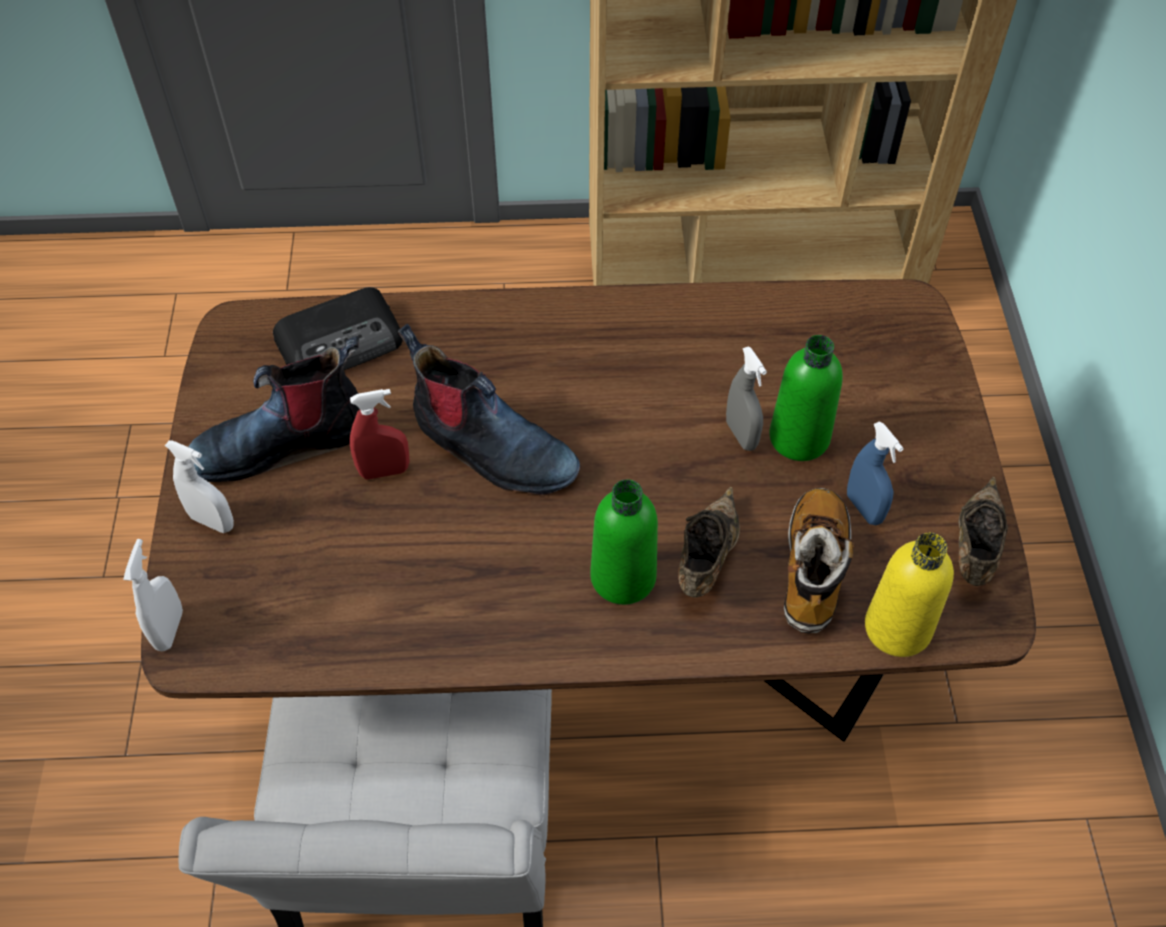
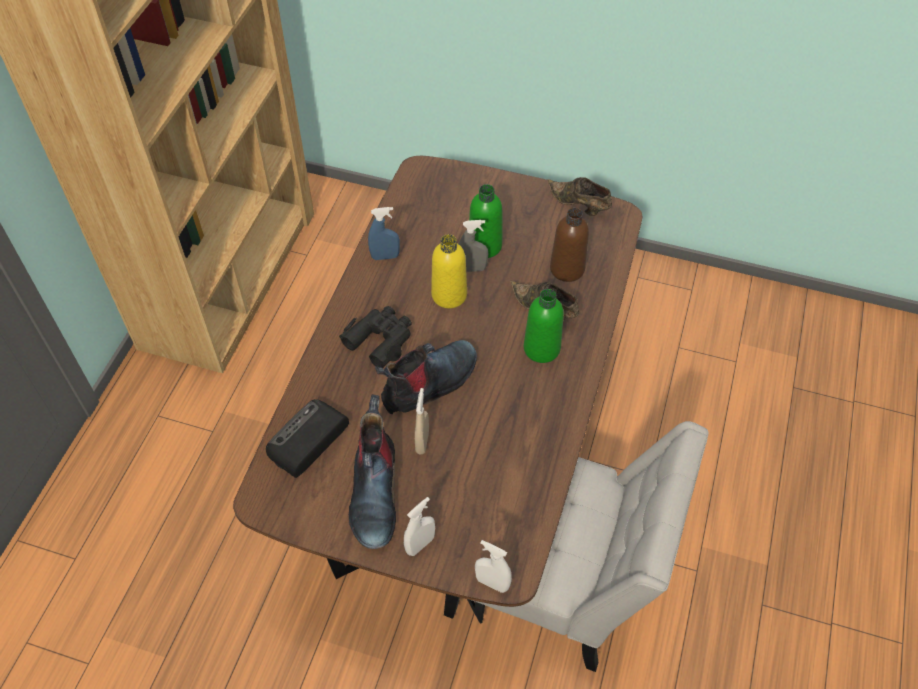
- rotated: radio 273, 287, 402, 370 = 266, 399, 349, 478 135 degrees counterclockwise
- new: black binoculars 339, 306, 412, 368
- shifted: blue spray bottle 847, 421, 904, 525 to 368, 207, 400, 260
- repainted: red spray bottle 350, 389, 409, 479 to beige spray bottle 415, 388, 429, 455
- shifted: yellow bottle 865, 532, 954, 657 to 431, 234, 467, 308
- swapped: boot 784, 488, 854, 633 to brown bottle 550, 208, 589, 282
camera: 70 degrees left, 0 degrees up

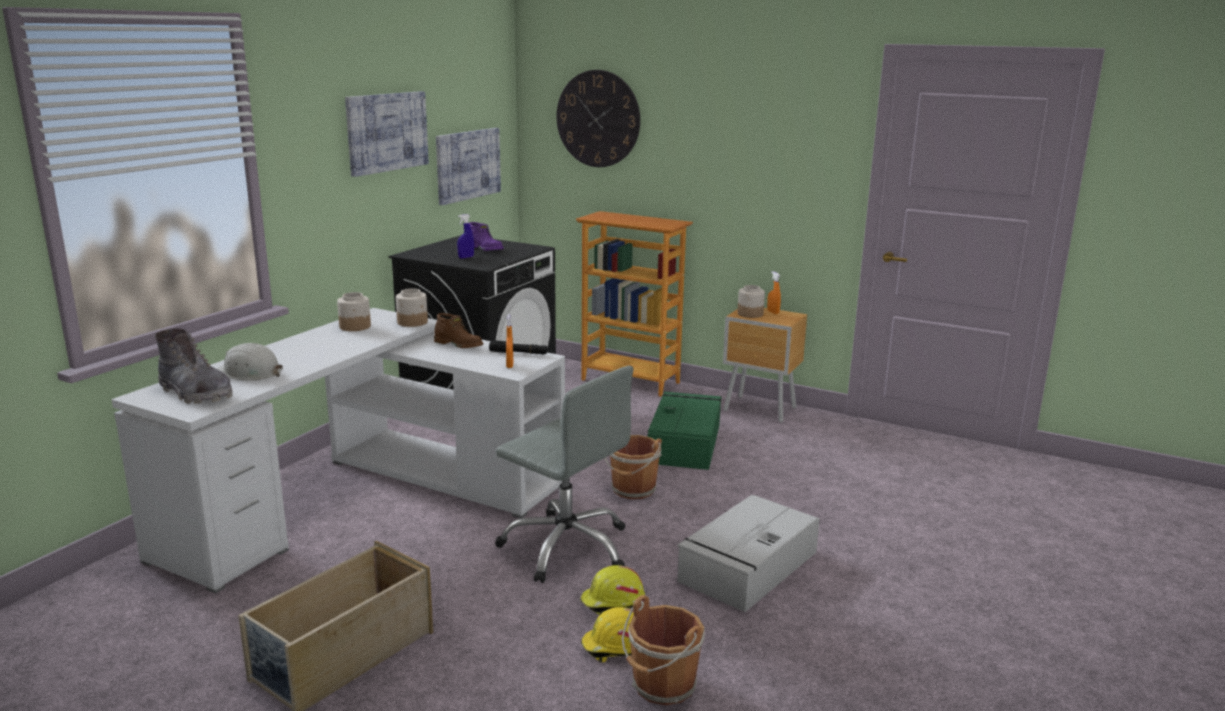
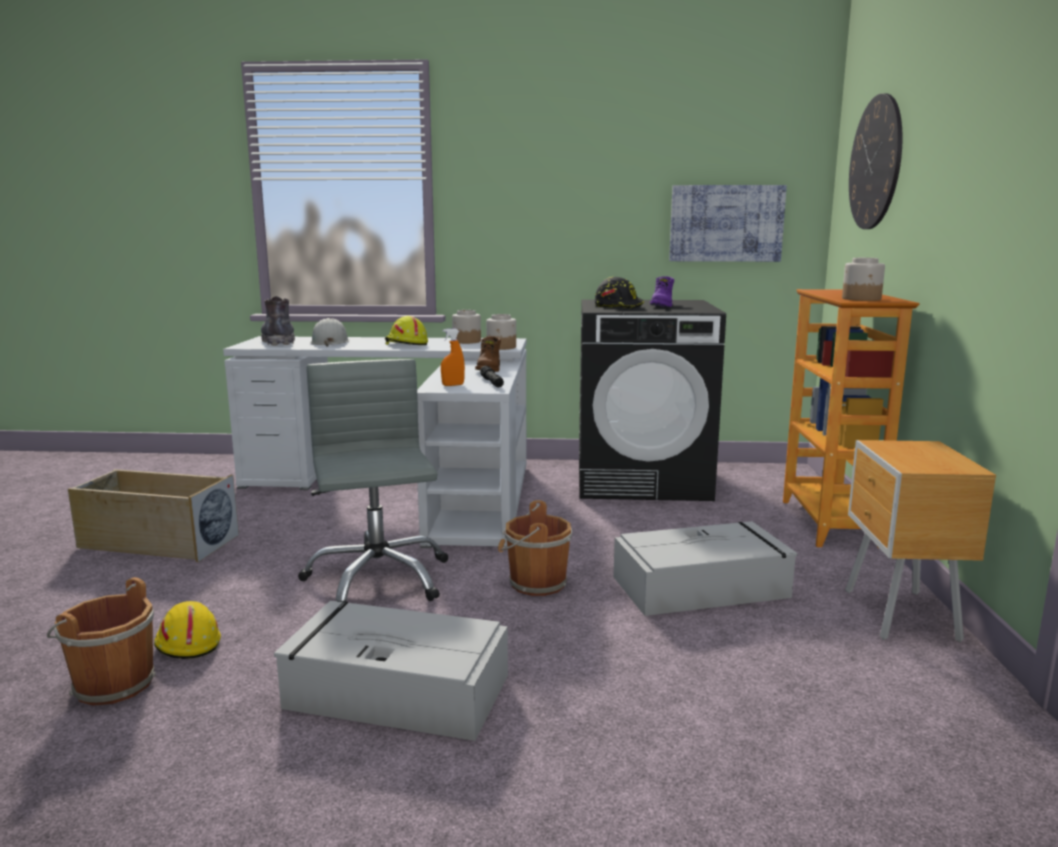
- rotated: grey boot 155, 328, 233, 404 = 261, 296, 295, 346 150 degrees clockwise
- rotated: grey office chair 495, 366, 633, 583 = 298, 359, 448, 602 150 degrees clockwise
- shifted: yellow hard hat 580, 565, 645, 615 to 385, 316, 428, 345
- swapped: blue spray bottle 457, 214, 474, 259 to black hard hat 595, 277, 644, 309
- repainted: green storage box 648, 392, 722, 470 to grey storage box 613, 521, 797, 616
- shifted: jar 737, 285, 765, 318 to 842, 258, 885, 301
- gone: picture 345, 91, 429, 177
- gone: orange spray bottle 767, 271, 781, 314
camera: 65 degrees right, 5 degrees down

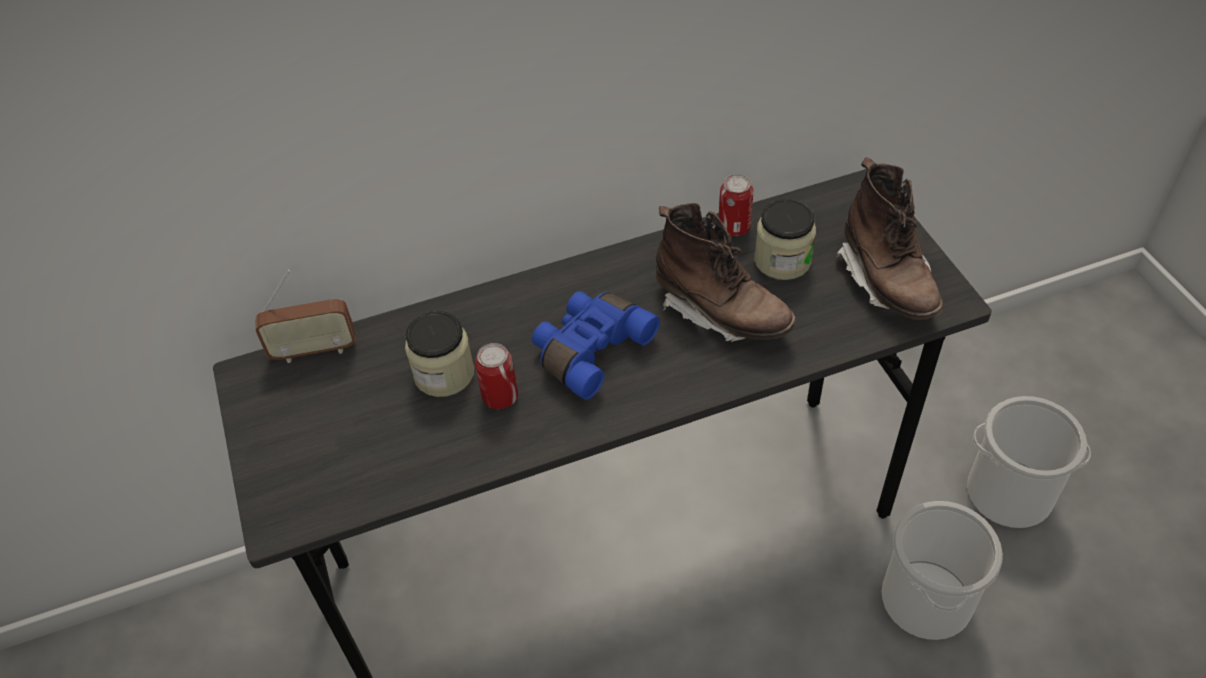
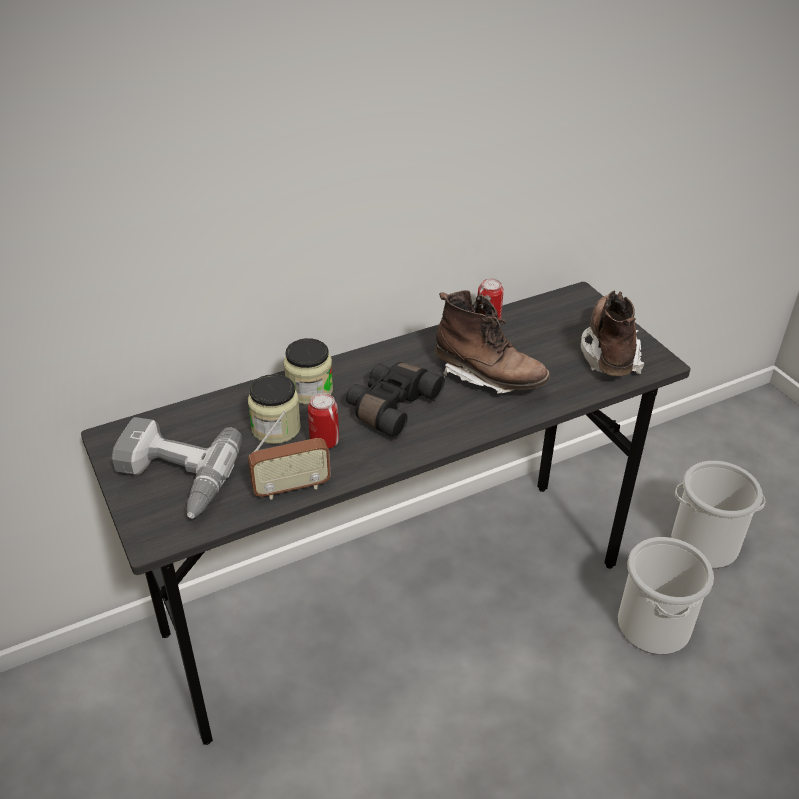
- new: power drill 112, 417, 242, 518
- shifted: radio 256, 270, 355, 363 to 248, 411, 331, 499
- shifted: jar 754, 199, 816, 280 to 283, 338, 333, 405
- repainted: blue binoculars 532, 291, 660, 400 to black binoculars 346, 362, 445, 438
- rotated: brown boot 836, 157, 943, 320 = 581, 291, 644, 376 150 degrees counterclockwise
camera: 10 degrees left, 10 degrees down

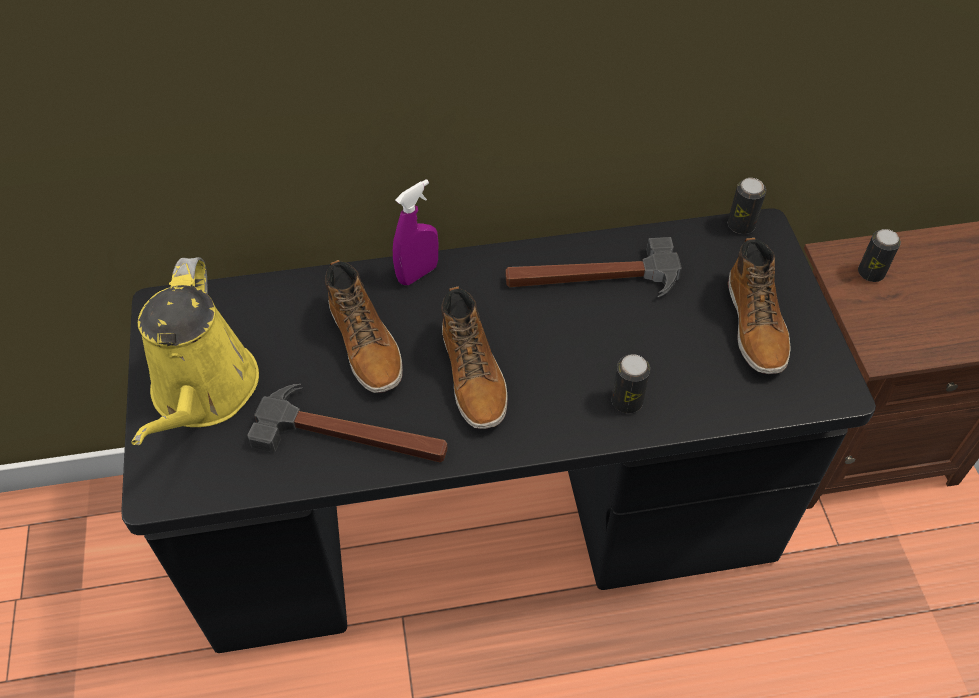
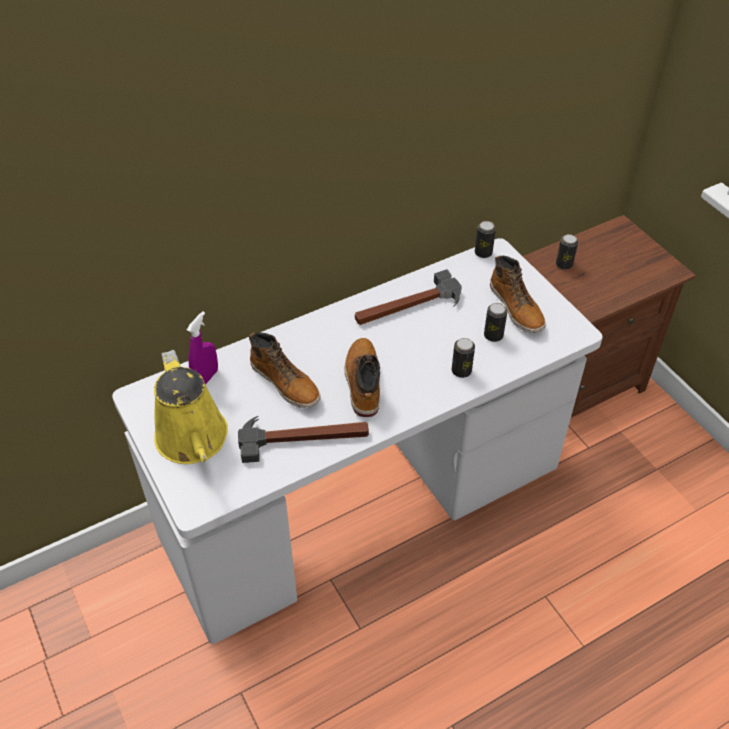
- repainted: black desk 121, 208, 876, 653 to white desk 112, 238, 603, 644
- shifted: purple spray bottle 393, 179, 438, 285 to 187, 311, 218, 385
- rotated: boot 441, 286, 508, 429 = 344, 338, 380, 417 150 degrees counterclockwise
- new: can 484, 303, 508, 342
camera: 20 degrees left, 5 degrees down

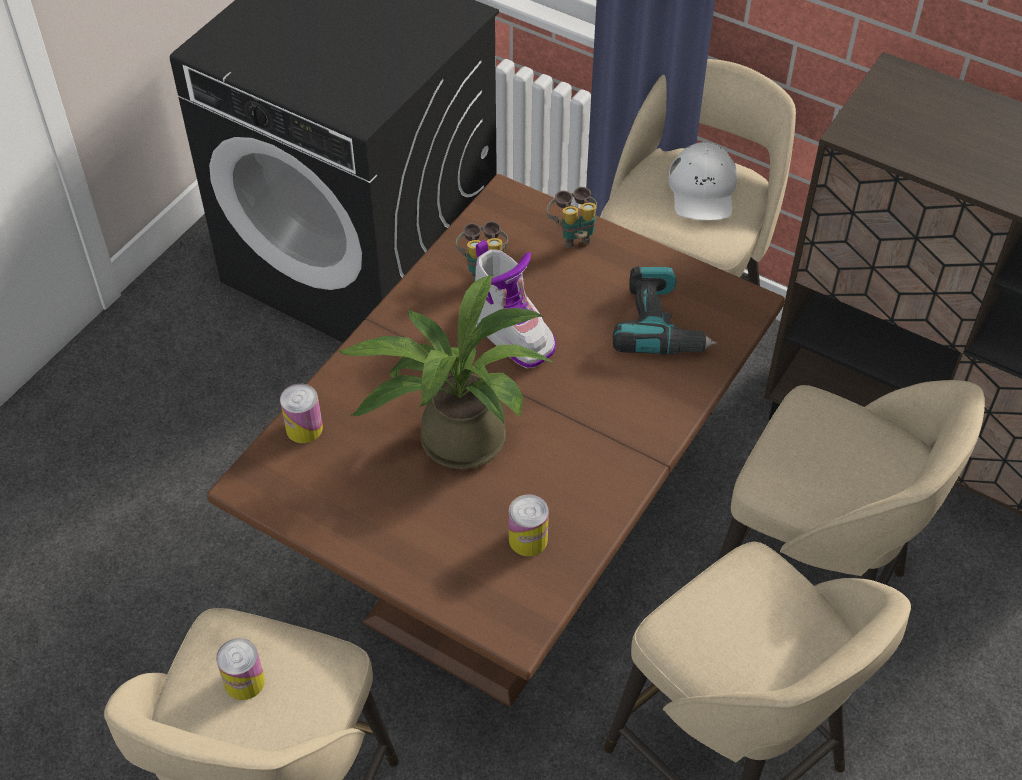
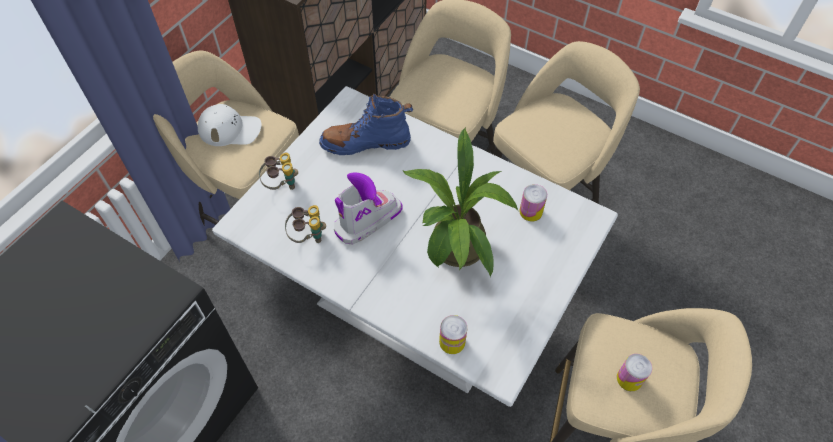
- repainted: brown dining table 207, 174, 785, 707 to white dining table 212, 86, 618, 407
- swapped: power drill 613, 266, 717, 355 to blue boot 319, 93, 413, 155
camera: 90 degrees left, 5 degrees up

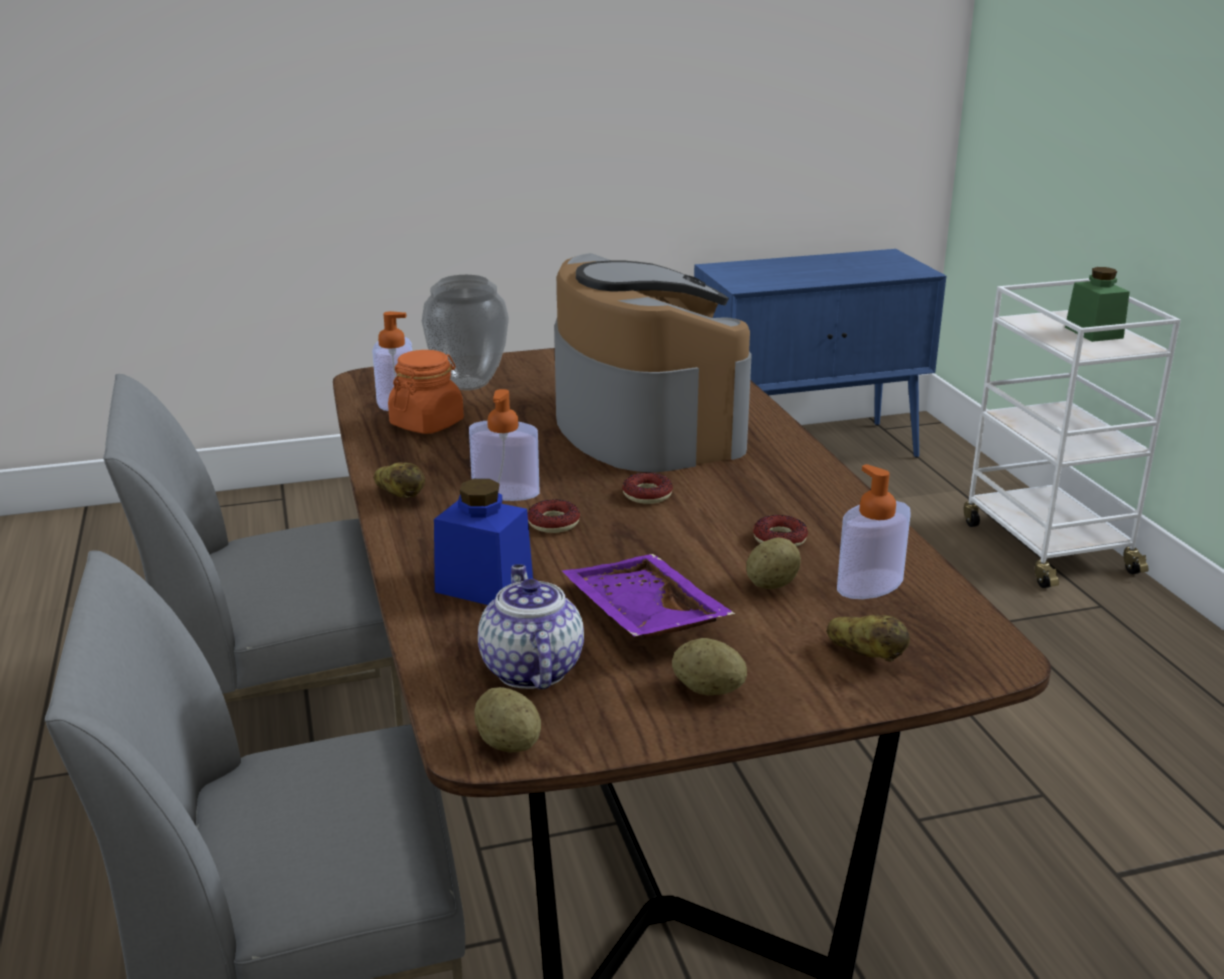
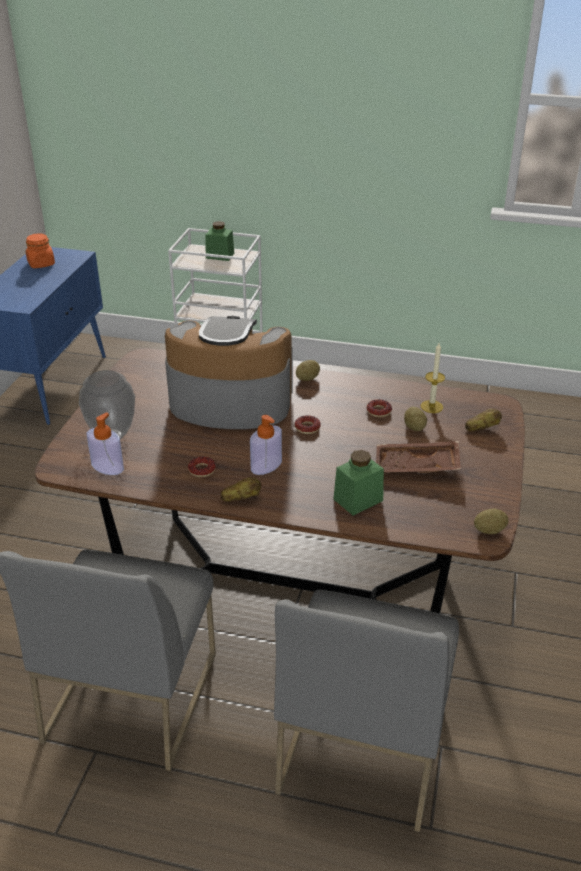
- shifted: orange jar 388, 350, 464, 434 to 26, 234, 55, 268
- shifted: donut 528, 499, 580, 533 to 188, 457, 216, 477
- shifted: potato 672, 638, 747, 695 to 296, 360, 320, 381
- repainted: blue jar 434, 479, 533, 605 to green jar 333, 450, 384, 515
- repainted: purple tray 562, 554, 735, 638 to brown tray 376, 441, 461, 473
- swapped: soap dispenser 837, 464, 911, 599 to candle 421, 343, 445, 413
- gone: teapot 478, 564, 584, 689
camera: 60 degrees left, 10 degrees up

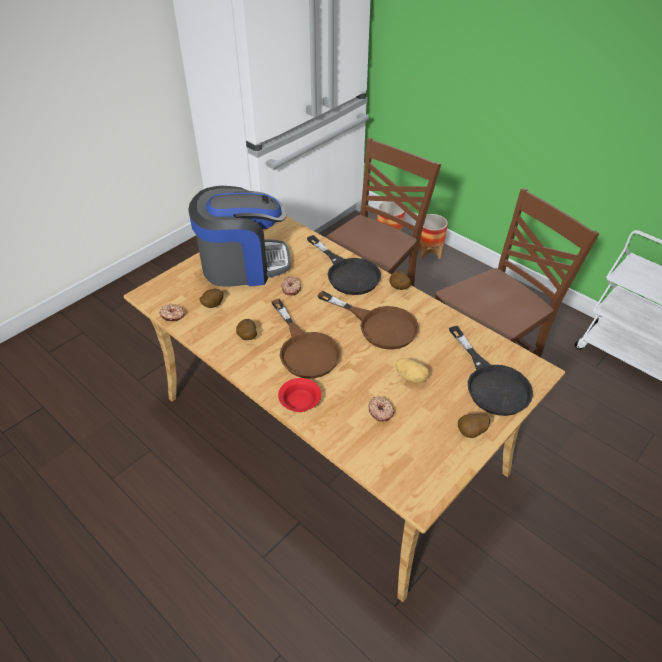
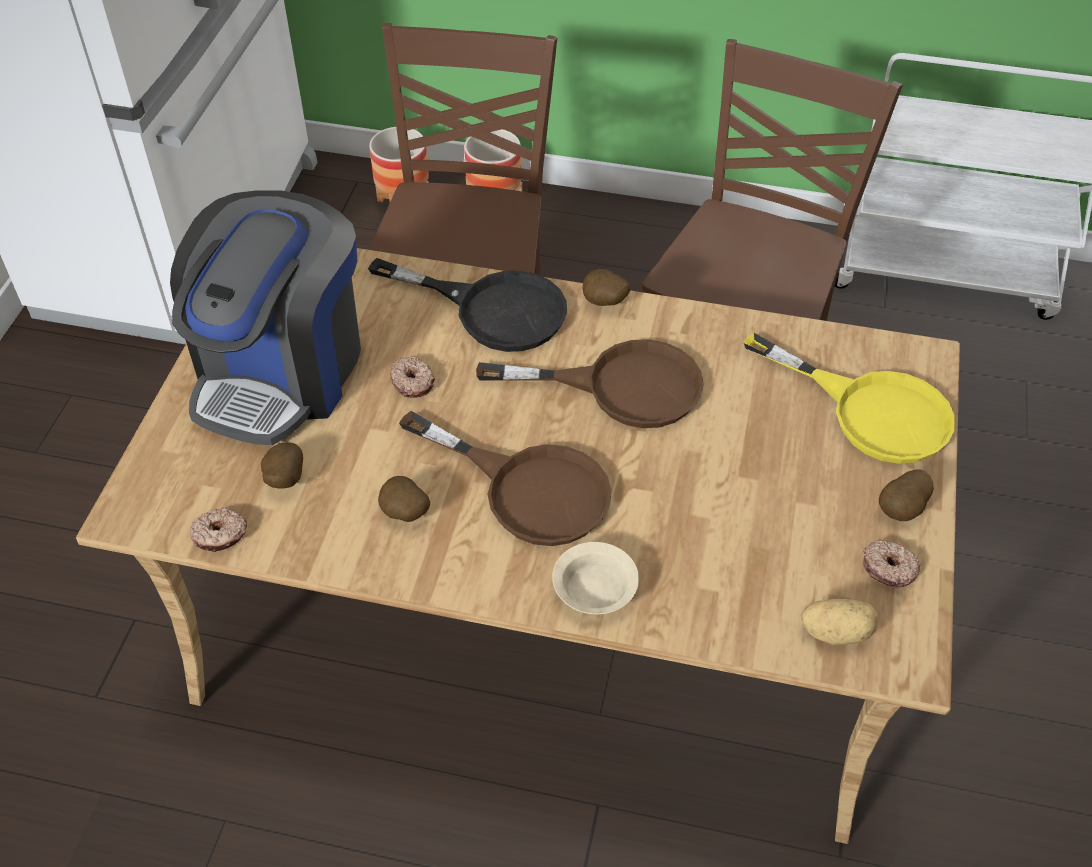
- rotated: coffee machine 188, 186, 291, 287 = 170, 190, 361, 445 150 degrees clockwise
- repainted: red bowl 278, 378, 321, 412 to beige bowl 552, 542, 639, 614
- repainted: black frying pan 449, 326, 533, 416 to yellow frying pan 744, 333, 955, 464
- shifted: potato 396, 358, 429, 383 to 801, 599, 878, 645
- shifted: donut 369, 397, 395, 422 to 863, 540, 922, 588
camera: 30 degrees left, 5 degrees up

